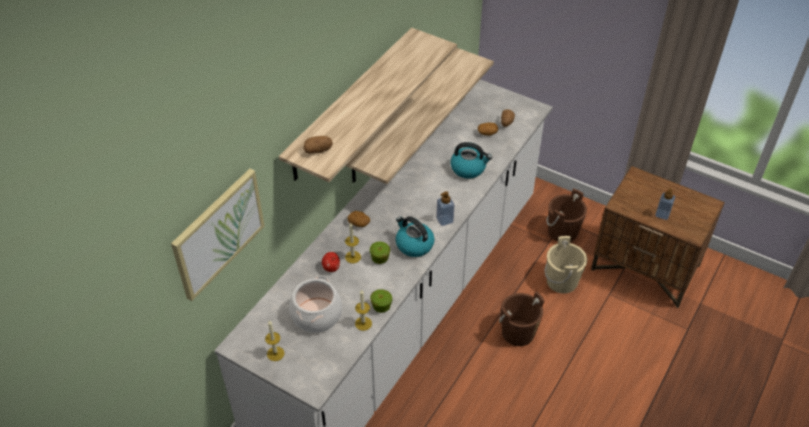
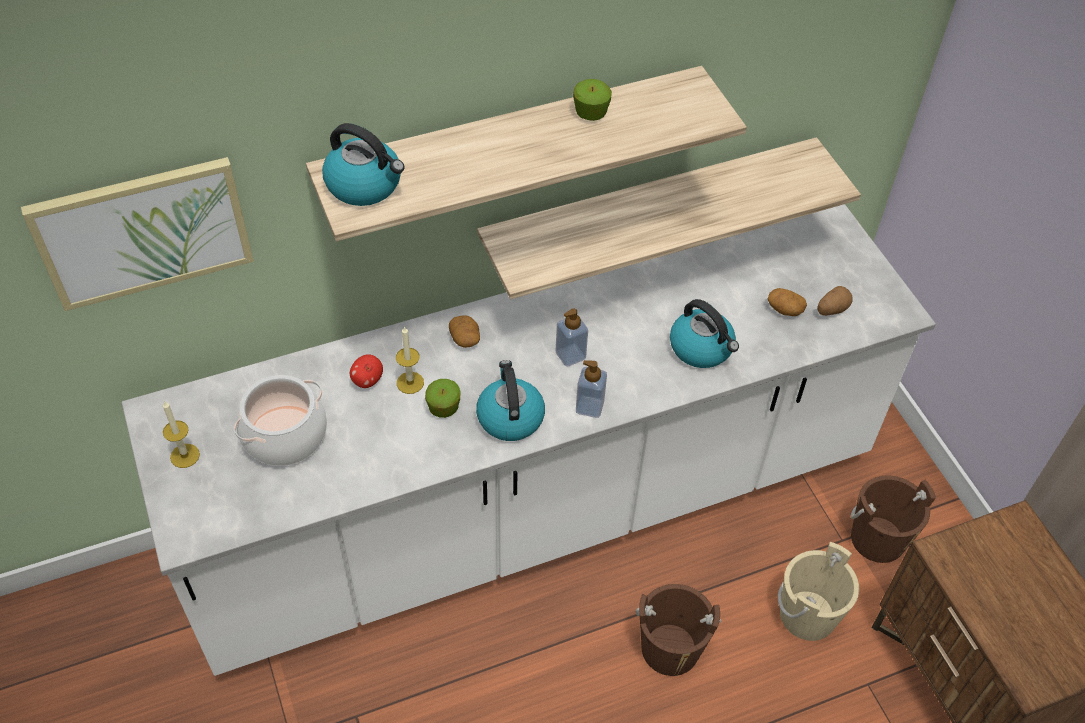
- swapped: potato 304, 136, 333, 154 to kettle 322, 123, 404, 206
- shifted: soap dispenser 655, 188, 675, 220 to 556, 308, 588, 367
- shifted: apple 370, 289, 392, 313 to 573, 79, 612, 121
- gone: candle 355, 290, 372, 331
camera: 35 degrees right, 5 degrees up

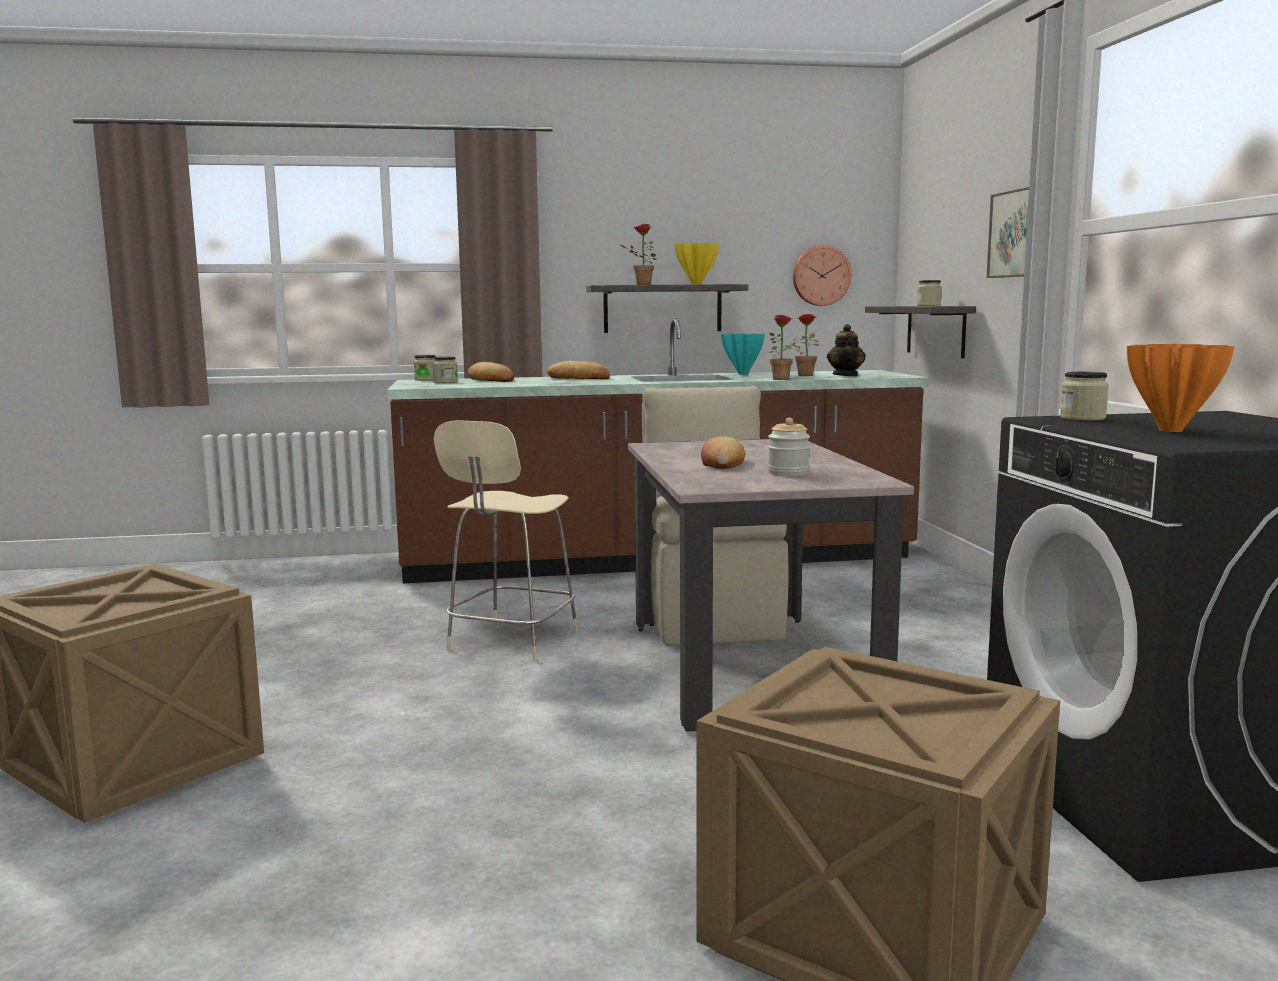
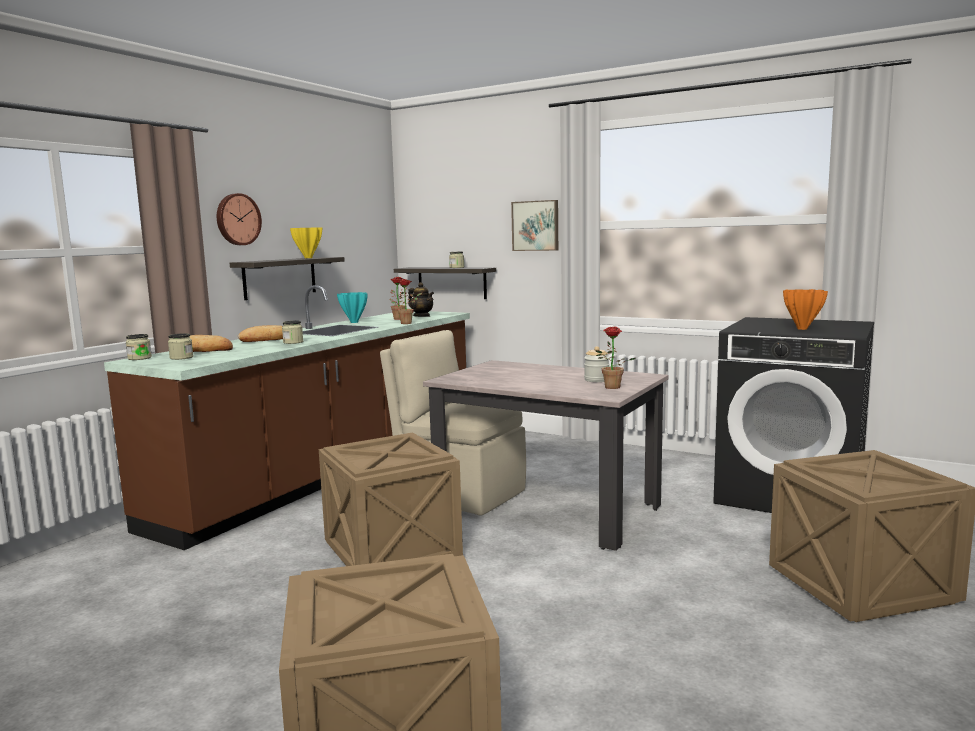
- shifted: wall clock 793, 245, 852, 306 to 217, 193, 262, 245
- shifted: jar 1060, 372, 1109, 421 to 282, 321, 303, 344
- swapped: beige chair 434, 421, 578, 661 to crate 319, 432, 463, 566
- shifted: potted plant 619, 224, 657, 285 to 596, 327, 636, 389
- gone: bread 701, 436, 745, 469
camera: 50 degrees left, 0 degrees up

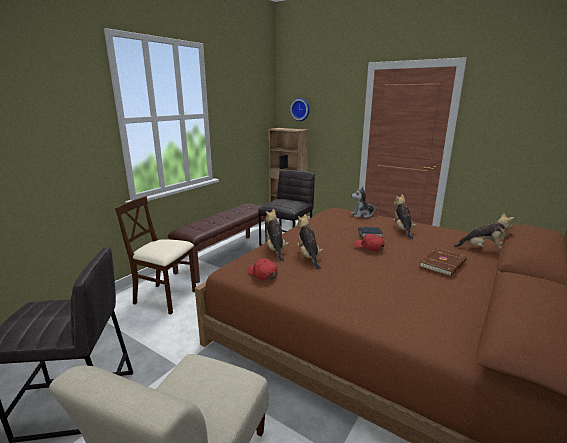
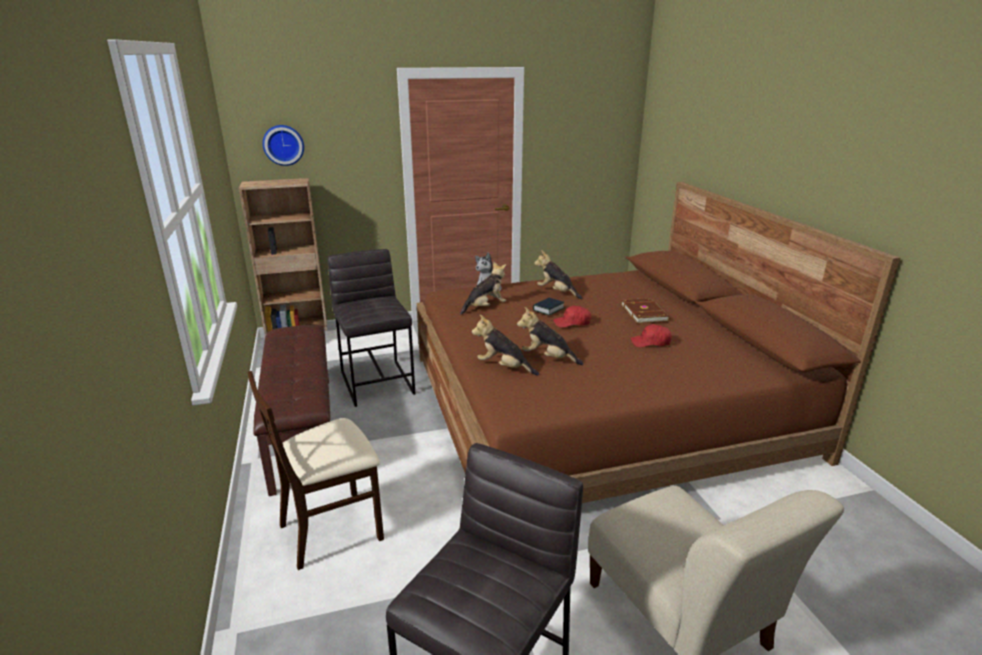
- shifted: plush toy 454, 213, 514, 249 to 460, 262, 506, 315
- shifted: red cap 247, 259, 278, 281 to 630, 324, 672, 347
camera: 50 degrees left, 5 degrees up

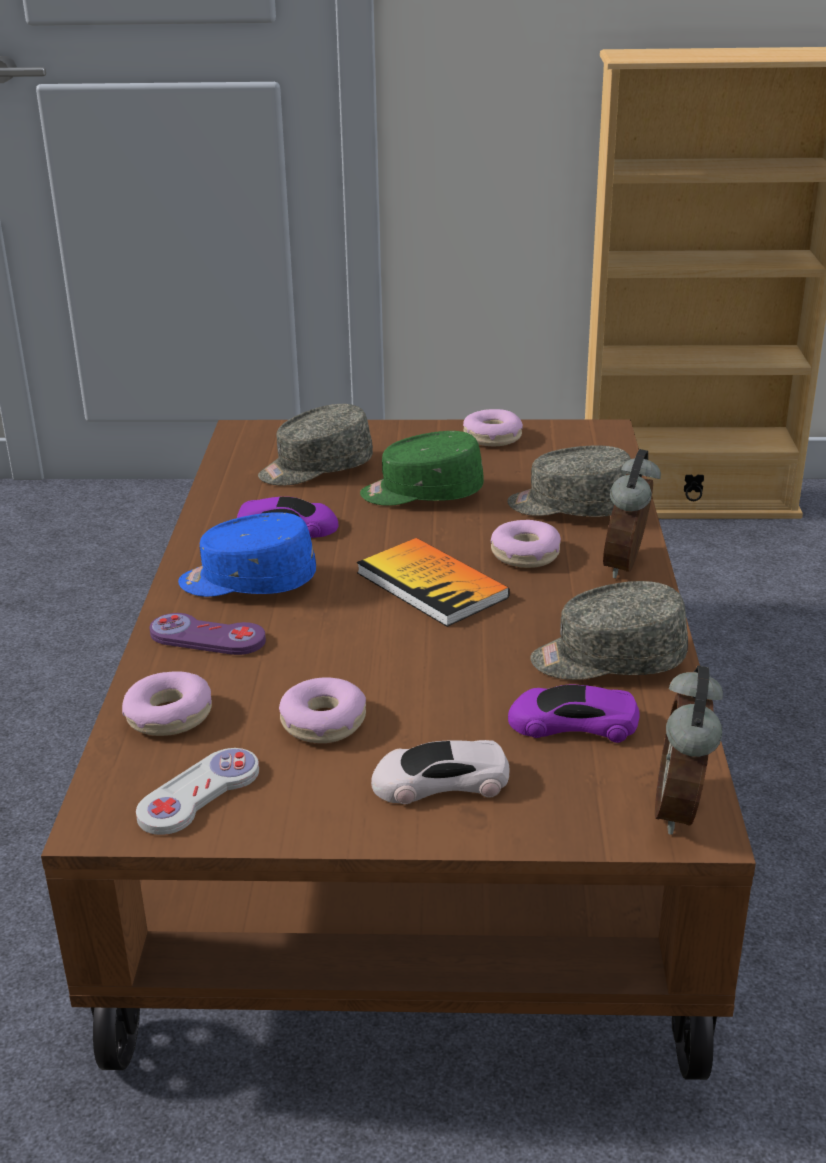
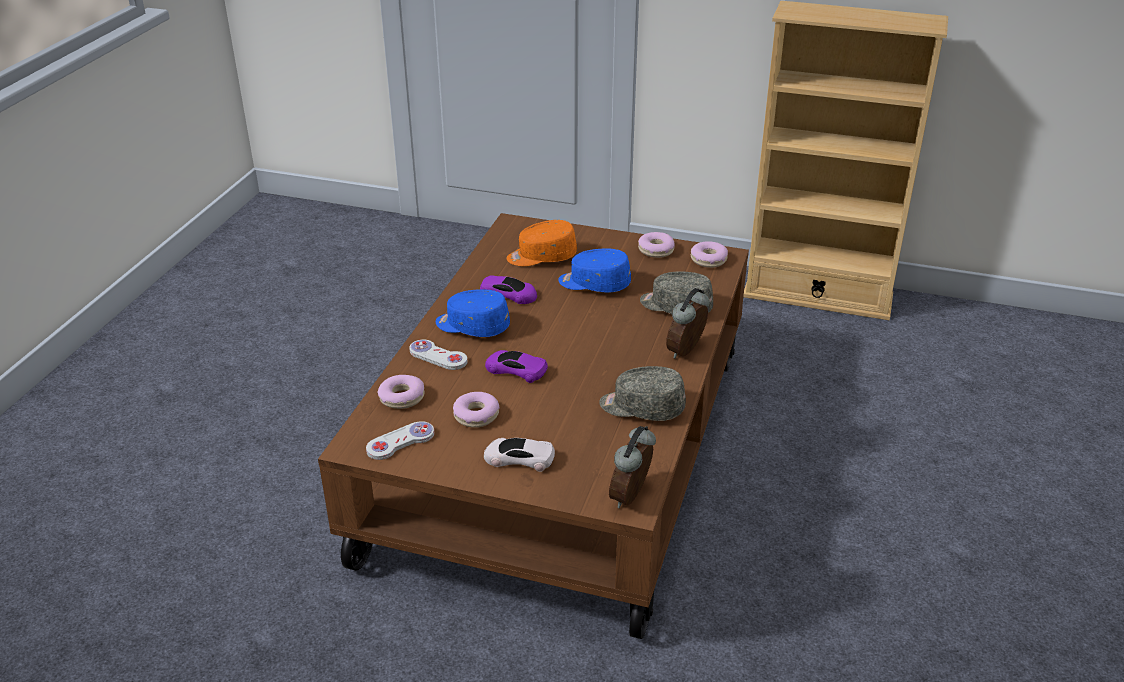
- repainted: purple game controller 149, 613, 266, 655 to white game controller 409, 339, 468, 370
- shifted: purple toy car 508, 685, 640, 743 to 485, 350, 548, 383
- repainted: grey cap 258, 404, 373, 486 to orange cap 506, 220, 577, 266
- repainted: green cap 360, 431, 484, 506 to blue cap 558, 248, 631, 292
- shifted: donut 491, 520, 561, 568 to 691, 242, 728, 268
- gone: book 357, 538, 510, 627
camera: 15 degrees right, 5 degrees up

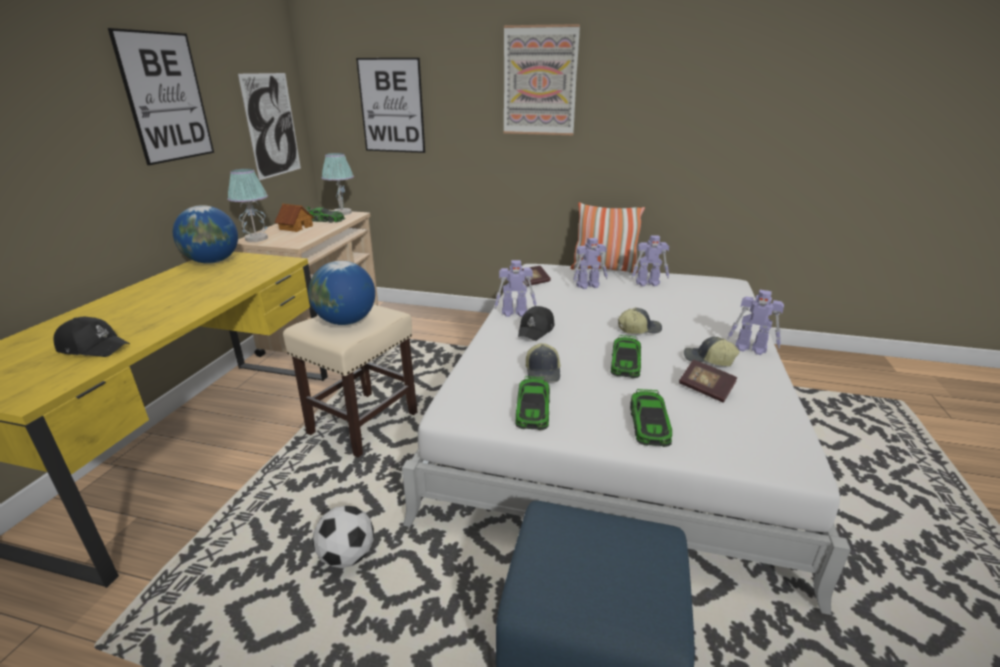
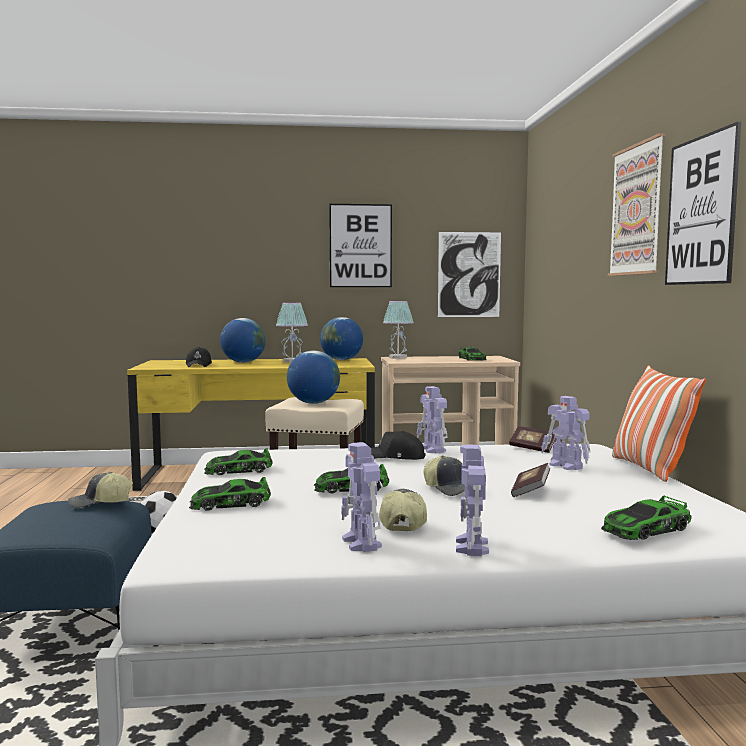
- shifted: cap 526, 343, 561, 382 to 68, 472, 133, 508
- new: globe 220, 318, 266, 363
- shifted: table lamp 322, 153, 354, 215 to 276, 303, 308, 363
- shifted: toy robot 631, 235, 669, 286 to 341, 442, 382, 552
- shifted: book 679, 360, 738, 403 to 511, 463, 550, 497
- new: toy car 601, 496, 692, 540
- shifted: picture 356, 58, 425, 153 to 665, 121, 741, 285
- gone: toy house 275, 203, 314, 232
camera: 70 degrees right, 20 degrees down

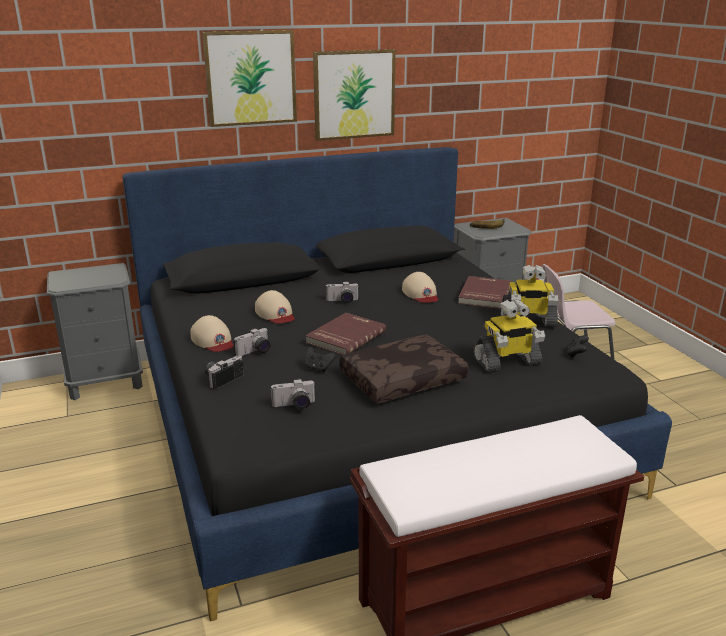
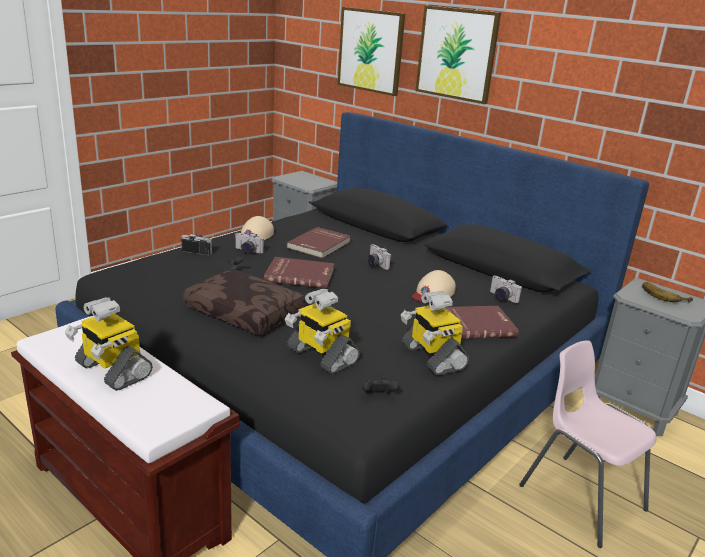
- new: toy robot 65, 297, 153, 391
- swapped: beige cap 255, 290, 295, 324 to red book 286, 227, 351, 258
- shifted: picture 313, 49, 396, 141 to 338, 7, 405, 96
- shifted: photo camera 271, 379, 315, 410 to 490, 276, 522, 303
camera: 60 degrees right, 0 degrees up

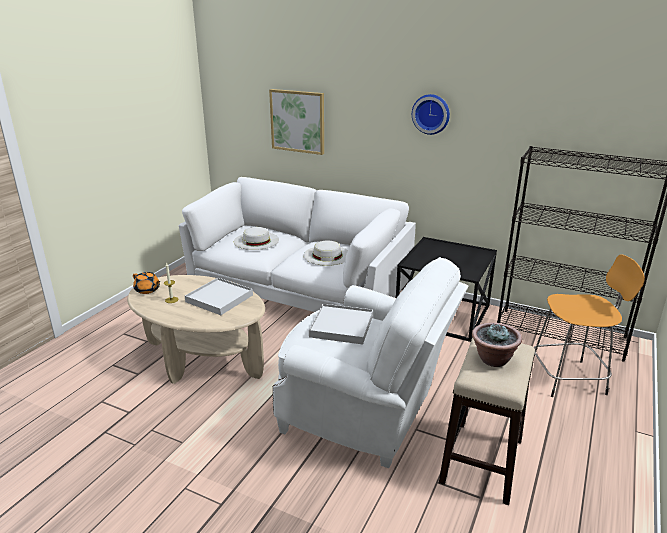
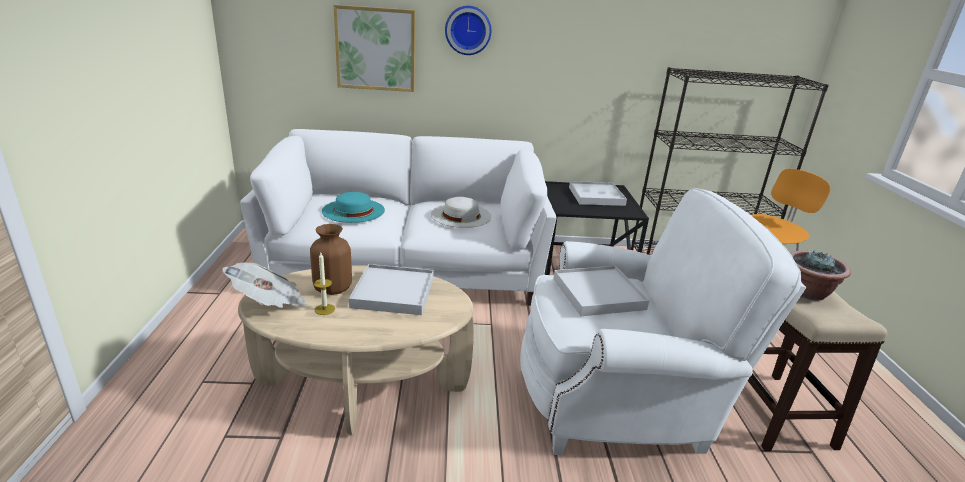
- swapped: orange teapot 133, 272, 160, 294 to newspaper 223, 262, 308, 308
- new: brown vase 310, 224, 352, 295
- repainted: white hat 234, 227, 279, 250 to turquoise hat 322, 192, 385, 223
- shifted: wall clock 412, 94, 450, 135 to 445, 6, 491, 55
- new: white tray 569, 181, 627, 206
camera: 30 degrees left, 0 degrees up

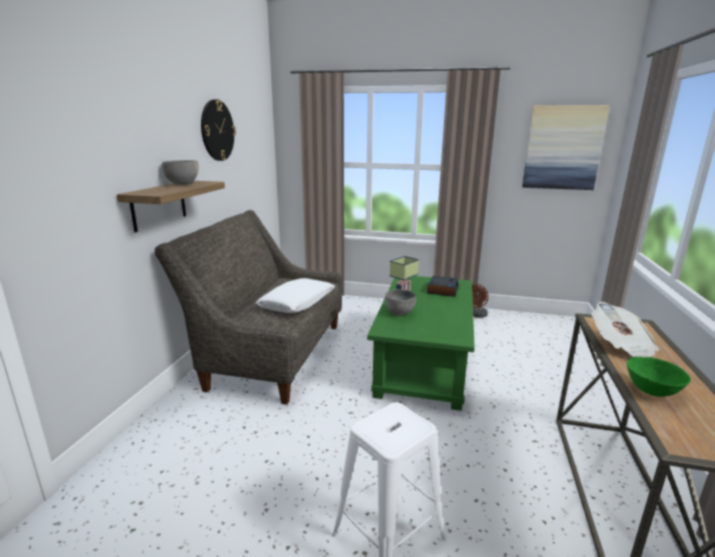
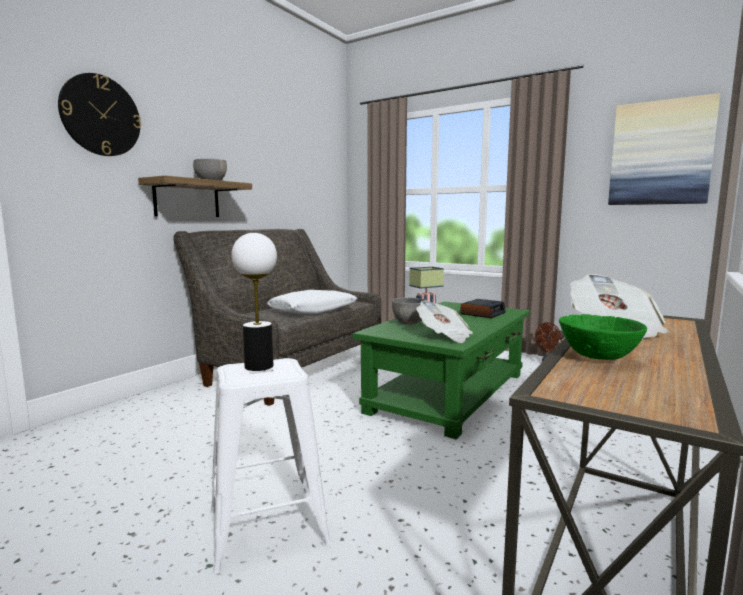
- shifted: wall clock 201, 99, 236, 161 to 58, 73, 141, 156
- new: table lamp 231, 233, 277, 371
- new: newspaper 416, 300, 473, 343
camera: 20 degrees right, 10 degrees down

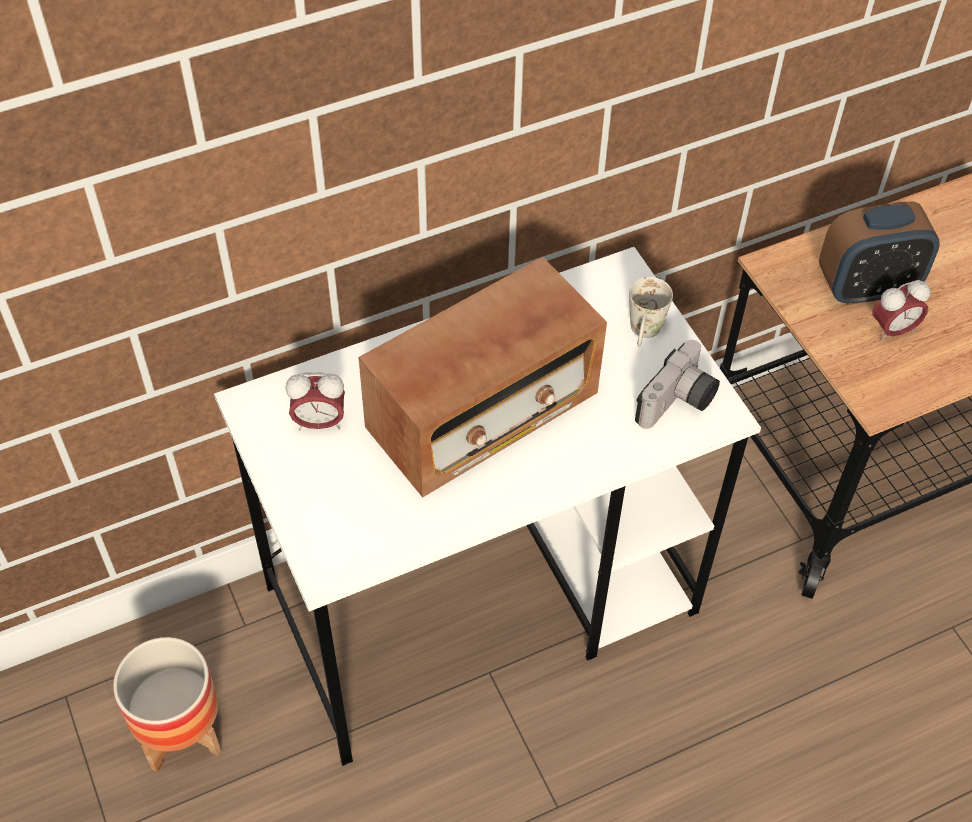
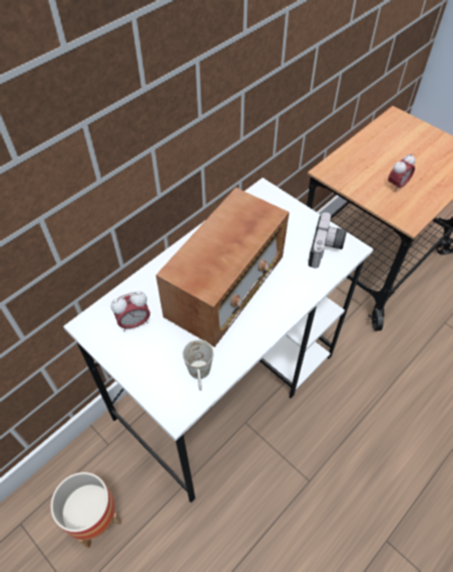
- shifted: white mug 629, 277, 673, 346 to 183, 340, 214, 391
- gone: alarm clock 819, 201, 940, 305
camera: 20 degrees left, 0 degrees up

